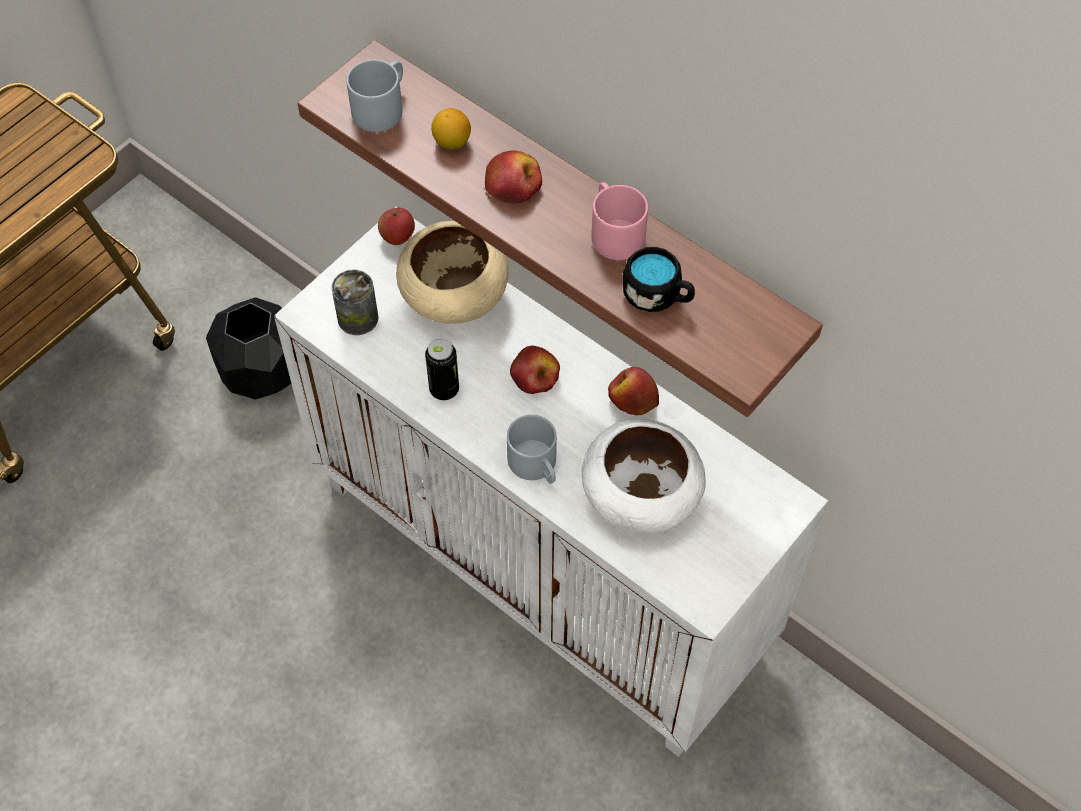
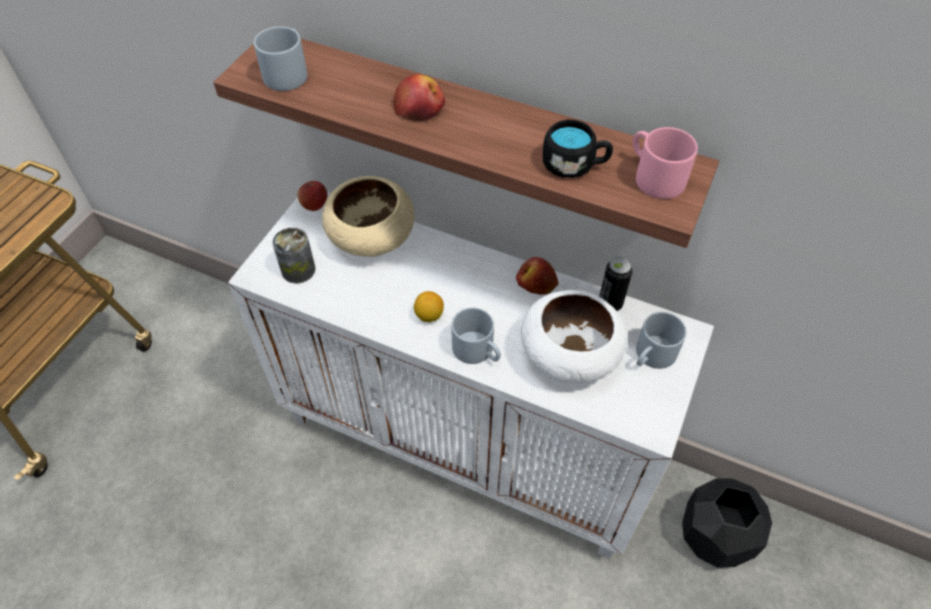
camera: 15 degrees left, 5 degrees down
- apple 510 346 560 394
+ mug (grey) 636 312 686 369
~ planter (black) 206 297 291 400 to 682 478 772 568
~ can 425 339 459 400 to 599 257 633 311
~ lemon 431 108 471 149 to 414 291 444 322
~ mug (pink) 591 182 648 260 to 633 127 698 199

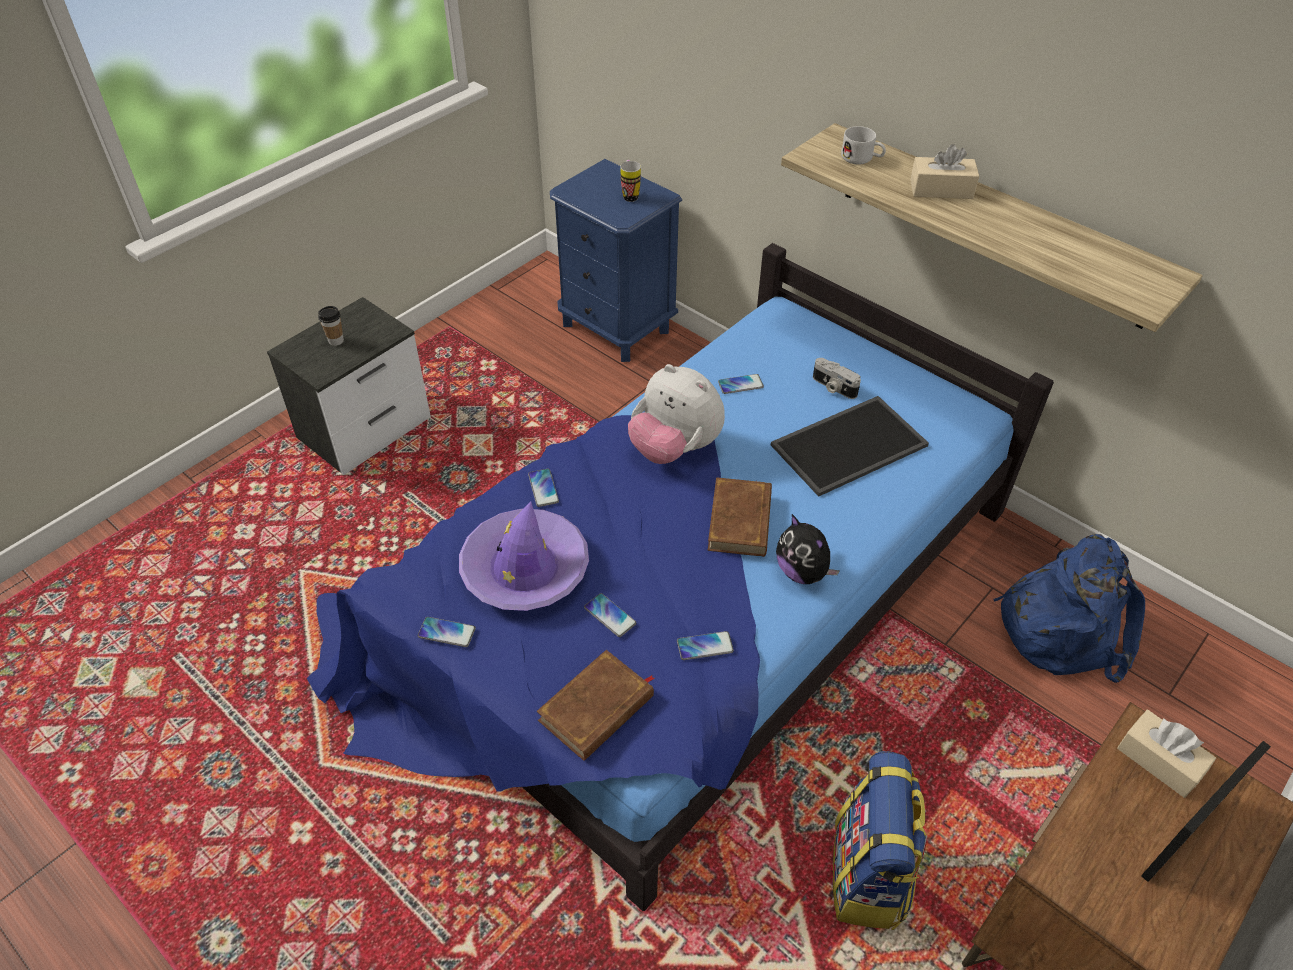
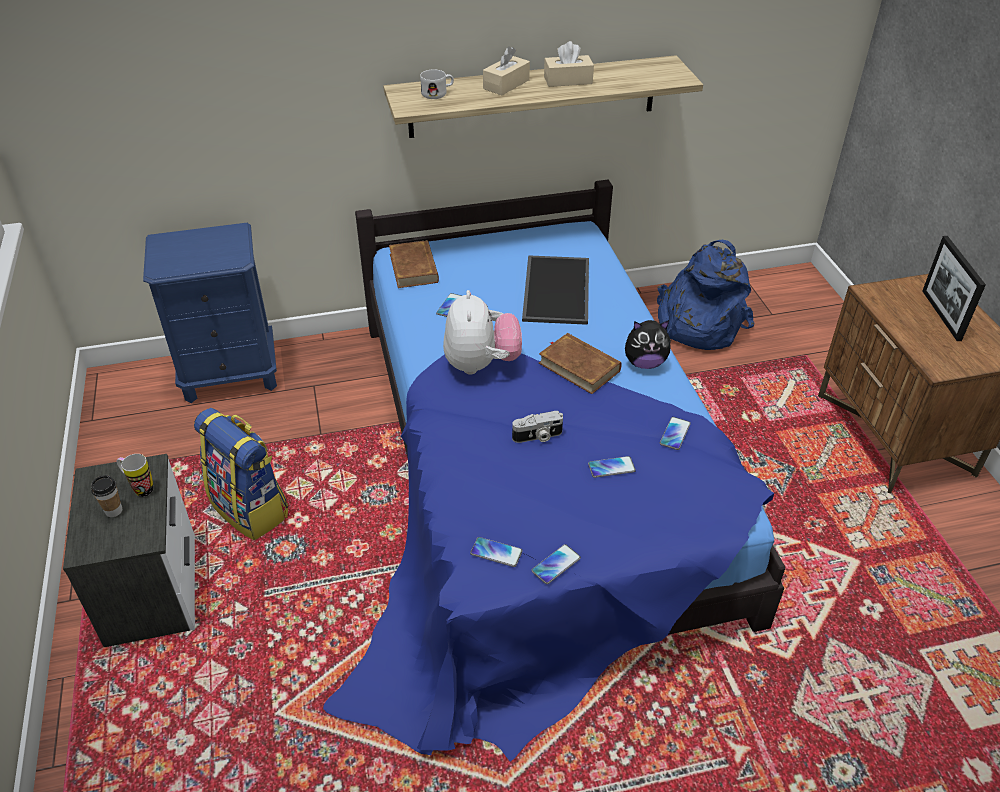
camera: 55 degrees left, 5 degrees down
- hat (purple) 459 502 589 611
~ phone 528 469 559 507 to 470 537 523 567
~ book (brown) 537 650 655 761 to 389 240 439 288
~ mug 620 160 641 202 to 117 454 153 497
~ photo camera 813 358 861 399 to 512 411 563 443
~ backpack 833 751 927 930 to 194 408 288 540
~ tissue box (beige) 1117 710 1216 798 to 544 41 594 87
~ plush toy 628 364 725 464 = 443 290 522 375 75 degrees counterclockwise

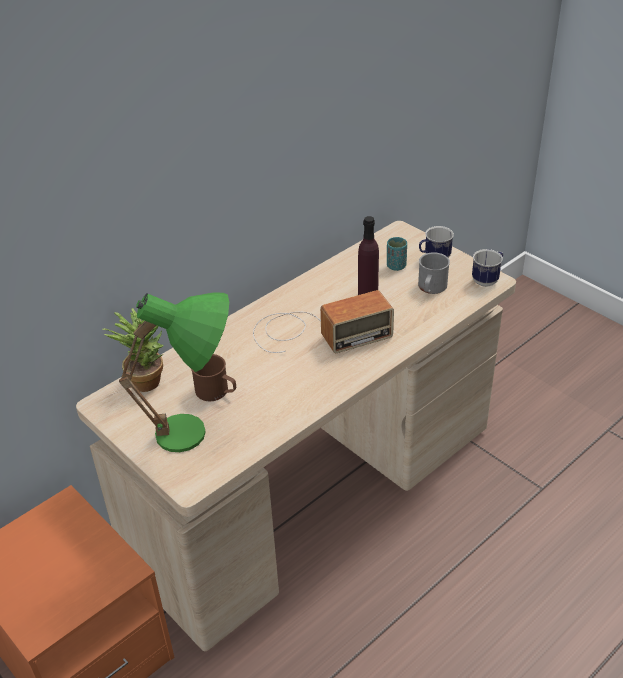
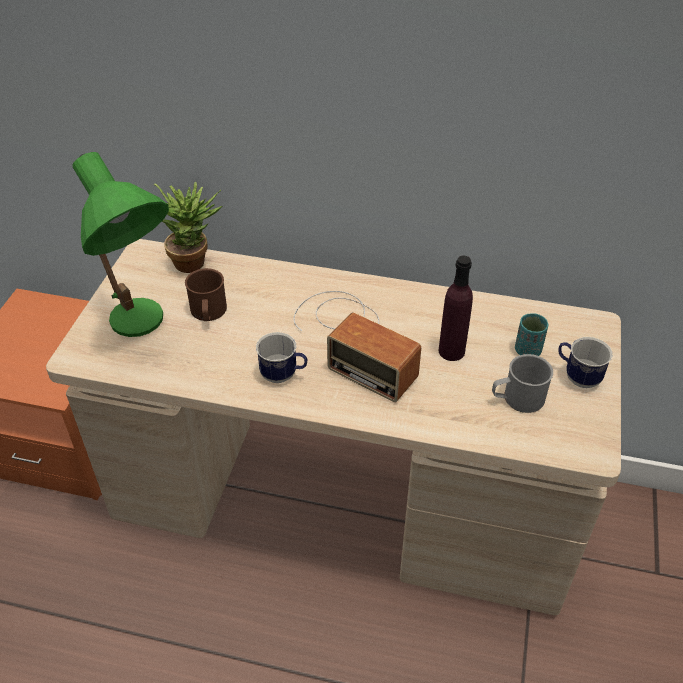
camera: 55 degrees right, 5 degrees up
~ mug 472 249 503 287 to 256 332 307 383

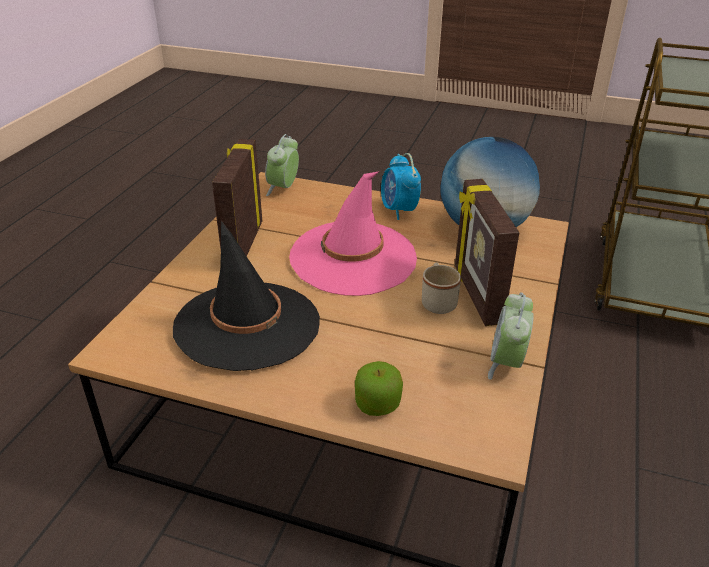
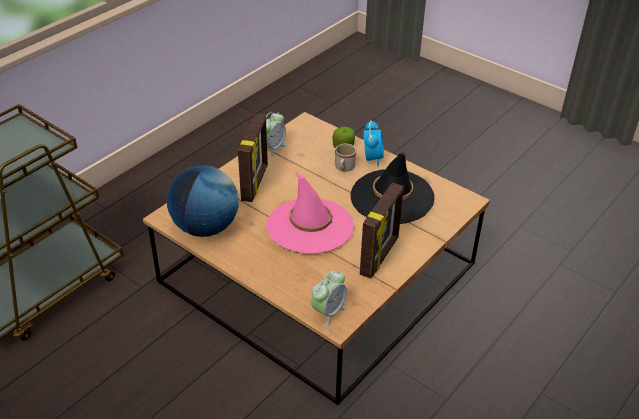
camera: 160 degrees left, 5 degrees up
~ alarm clock 381 153 421 220 to 364 120 384 167
~ mug (beige) 422 263 461 314 to 335 143 356 172

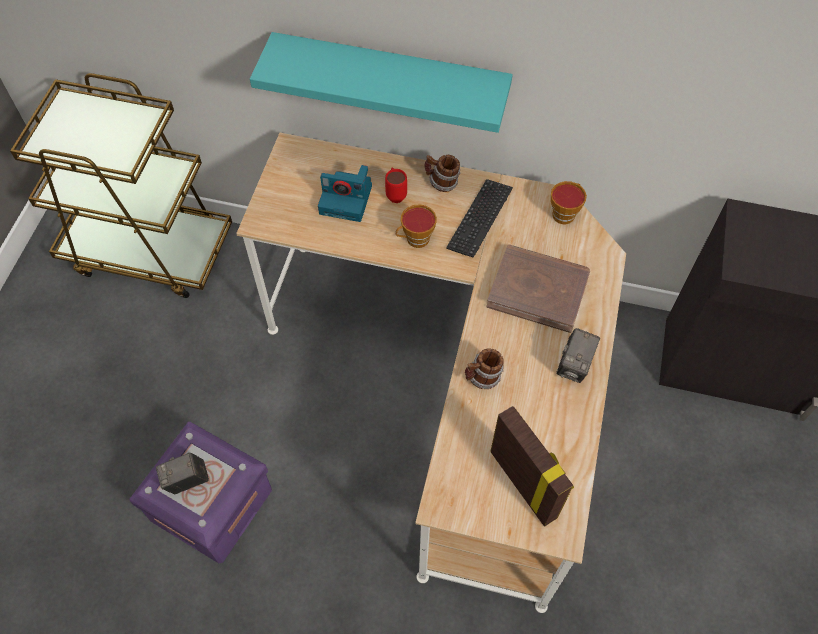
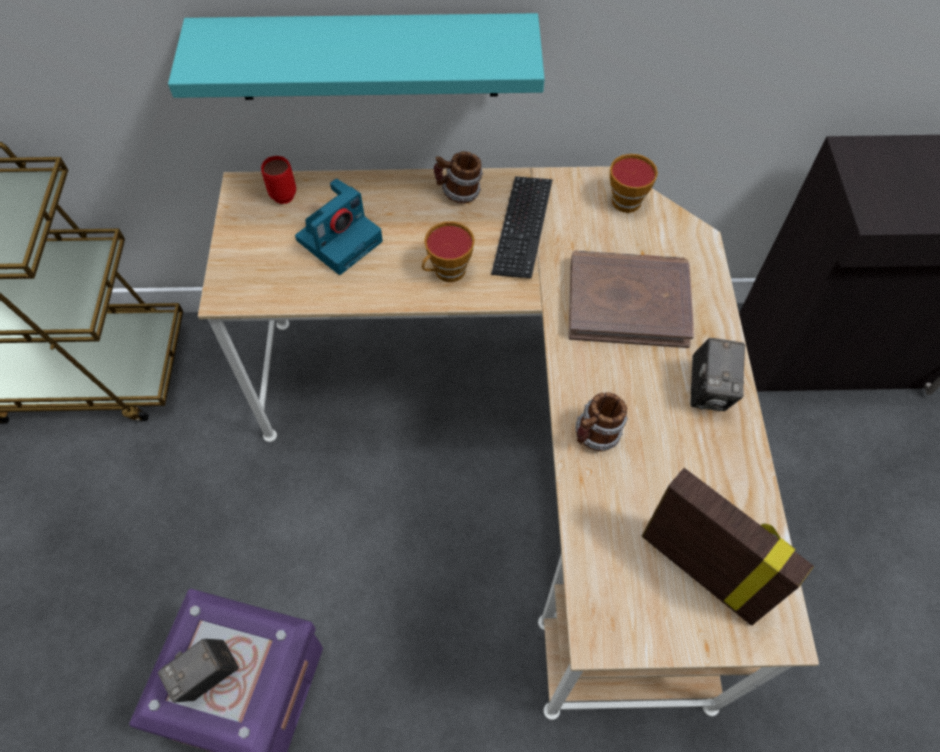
camera: 15 degrees left, 0 degrees up
~ mug (red) 385 168 407 203 to 261 156 296 204
~ photo camera 318 165 372 222 = 295 178 383 275 45 degrees counterclockwise

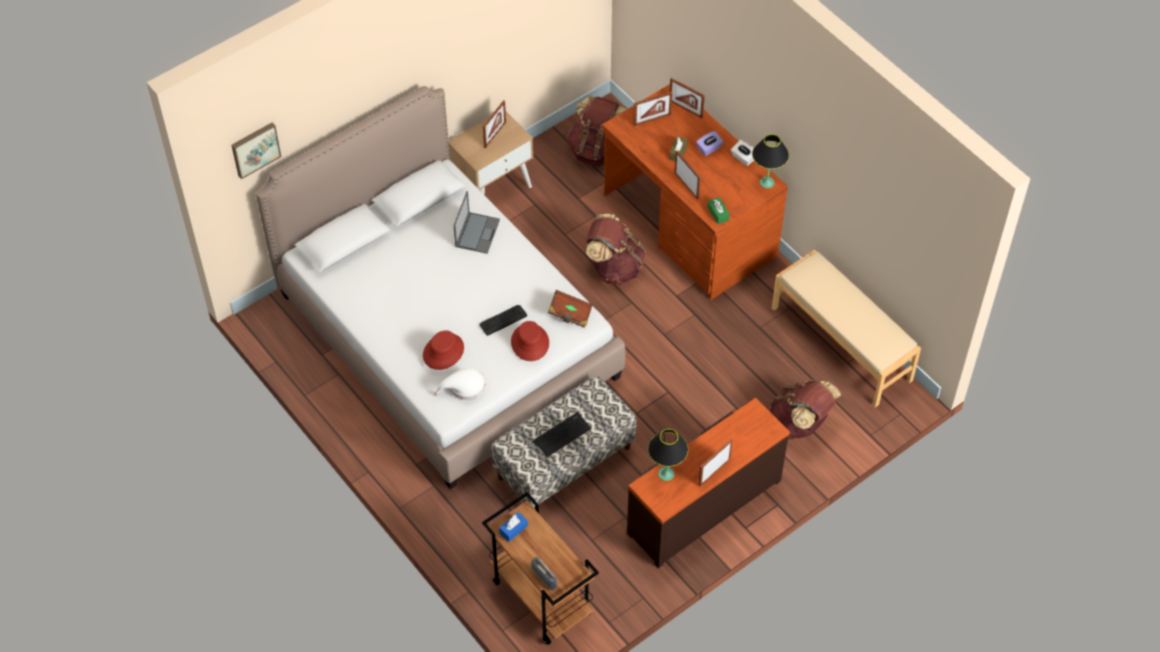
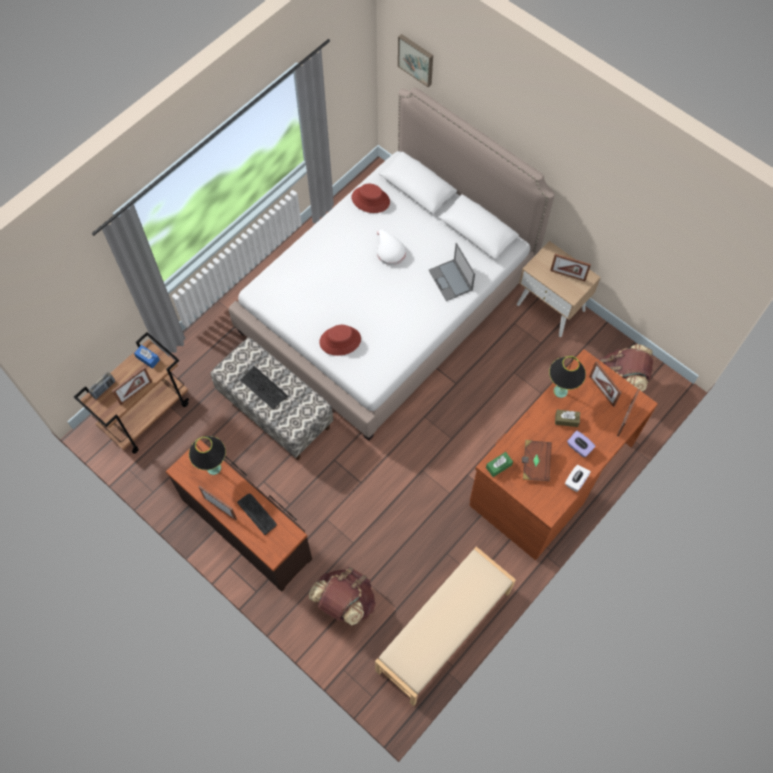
camera: 80 degrees right, 10 degrees up
- backpack (brown) 586 214 646 285
~ hat (red) 423 330 464 370 to 352 184 390 213
~ hat (white) 435 368 485 400 to 377 230 406 265
~ keyboard 480 305 527 336 to 237 493 277 535
~ book (brown) 548 290 593 328 to 522 440 552 481
~ picture frame 675 150 701 200 to 112 367 152 405
~ table lamp (black) 752 134 789 188 to 549 356 586 398
~ laptop 454 191 500 254 = 429 243 475 301 60 degrees clockwise

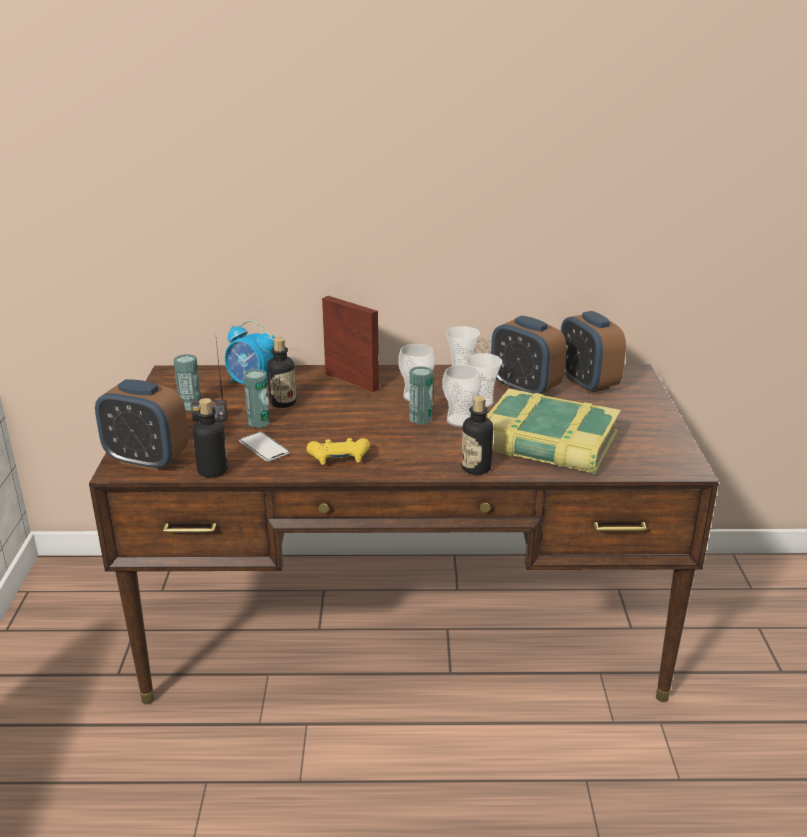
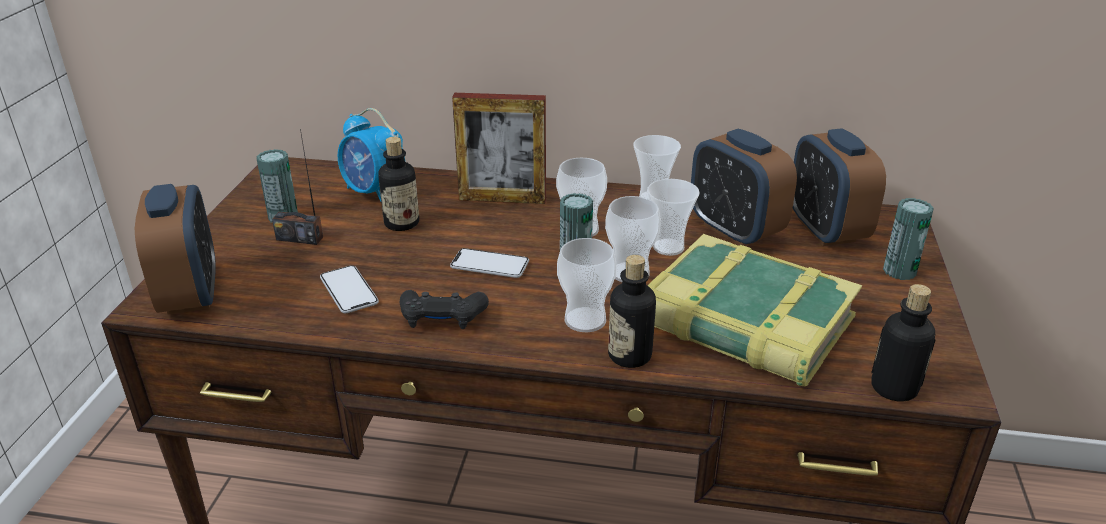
camera: 10 degrees right, 5 degrees up
+ phone 450 248 529 278
+ cup 557 238 617 332
~ bottle 193 398 228 478 to 871 284 936 402
~ can 244 369 270 428 to 883 198 934 280
~ game controller (yellow) 307 438 370 465 to game controller (black) 400 290 489 329
~ alarm clock 95 379 189 471 = 135 184 216 315 135 degrees counterclockwise
~ picture frame 322 296 379 392 = 452 93 546 204 135 degrees clockwise

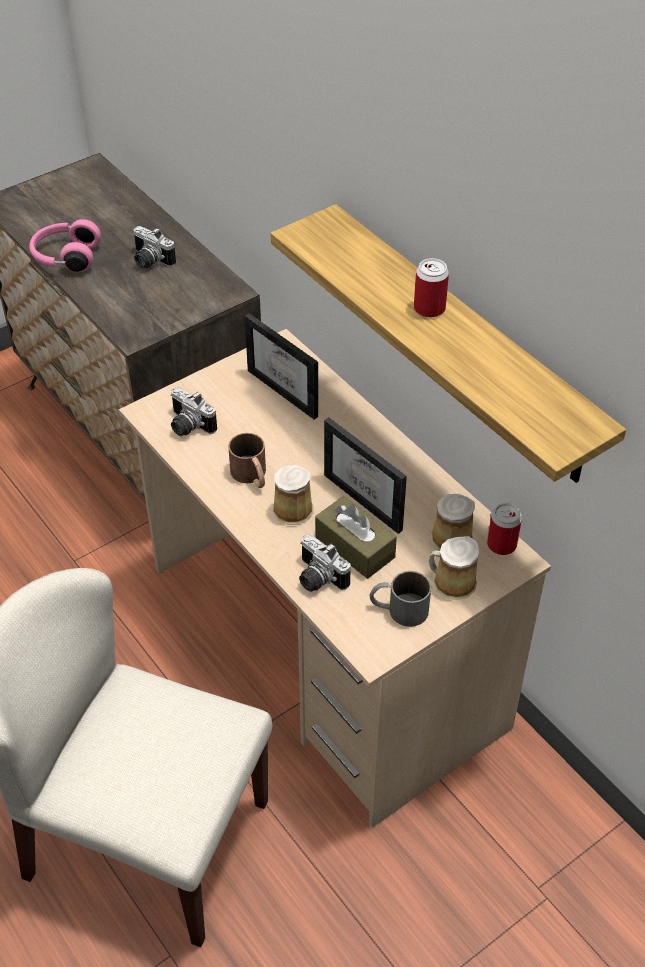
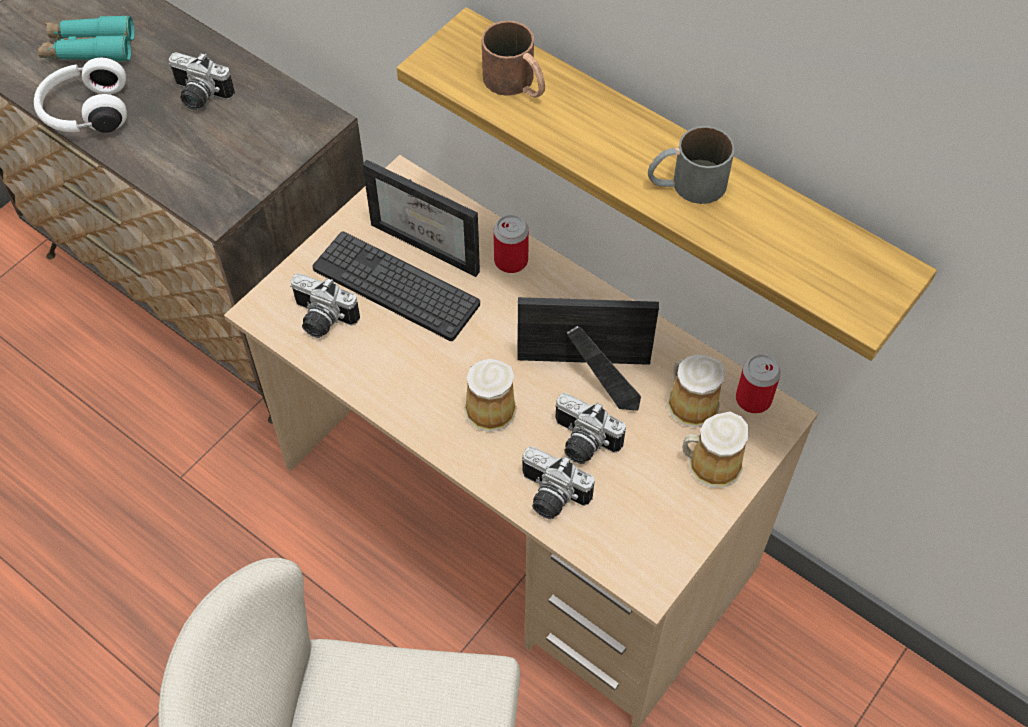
camera: 15 degrees left, 10 degrees up
+ binoculars (turquoise) 38 15 134 62
+ keyboard 312 231 480 341
~ mug (brown) 228 433 266 488 to 482 21 545 98
~ mug (grey) 370 571 431 627 to 648 126 735 204
~ can 414 258 449 317 to 493 214 529 273
~ tissue box (brown) 315 496 397 579 to photo camera 555 393 626 464
~ headphones (pink) 29 219 101 272 to headphones (white) 34 57 127 133
~ picture frame 324 417 407 534 = 517 297 659 411 150 degrees clockwise

